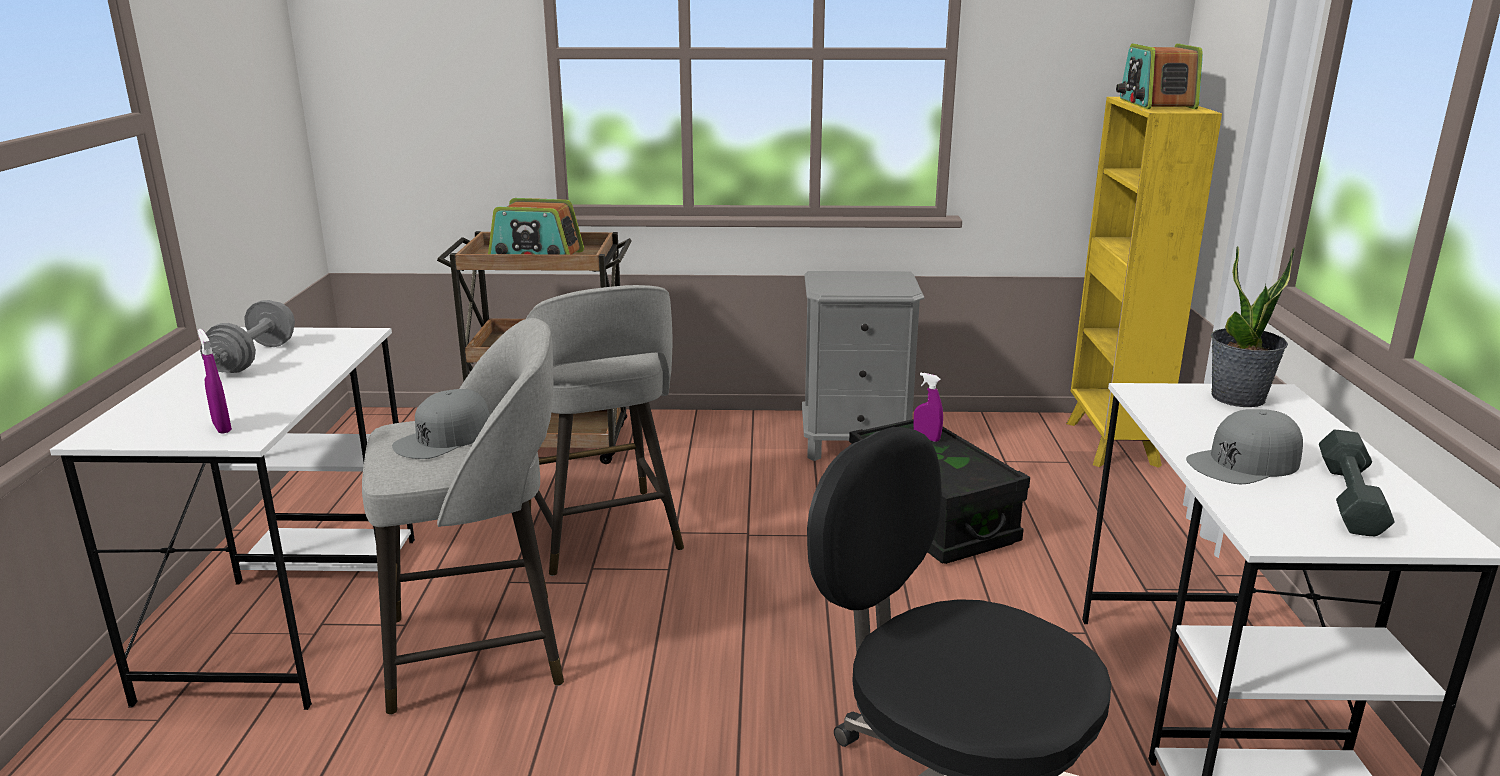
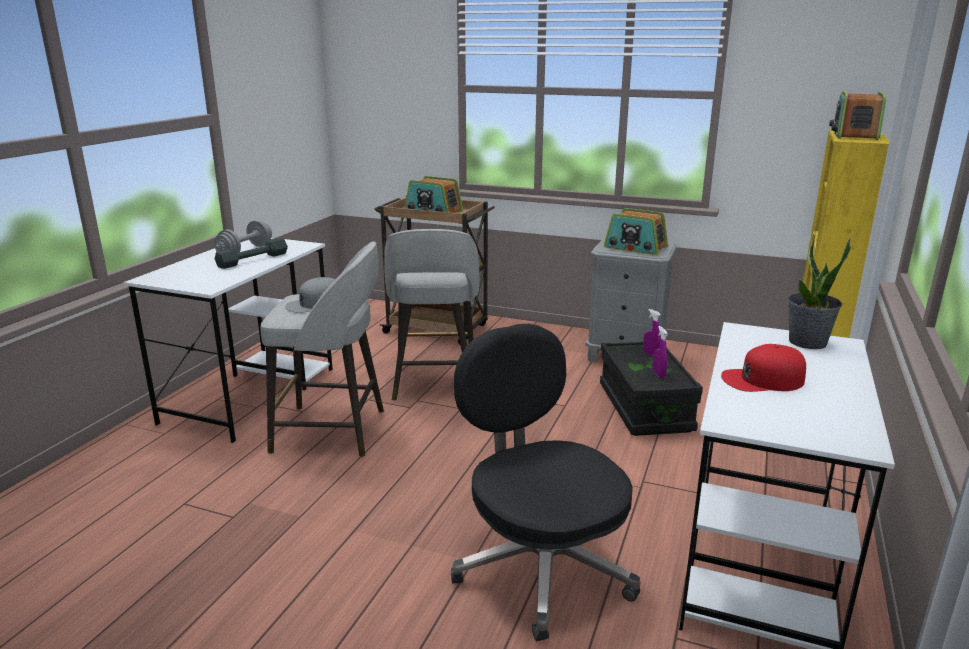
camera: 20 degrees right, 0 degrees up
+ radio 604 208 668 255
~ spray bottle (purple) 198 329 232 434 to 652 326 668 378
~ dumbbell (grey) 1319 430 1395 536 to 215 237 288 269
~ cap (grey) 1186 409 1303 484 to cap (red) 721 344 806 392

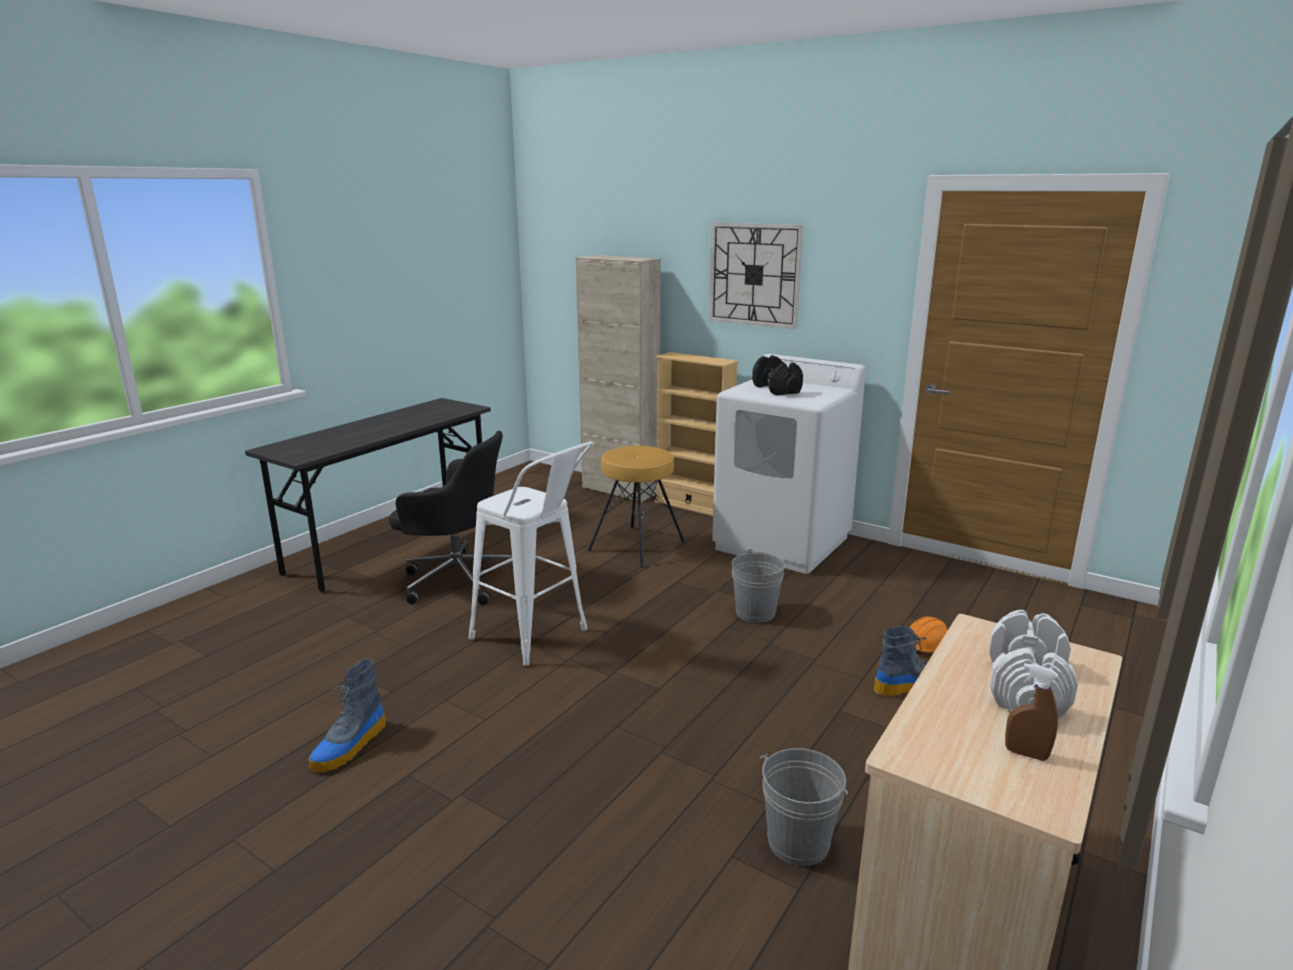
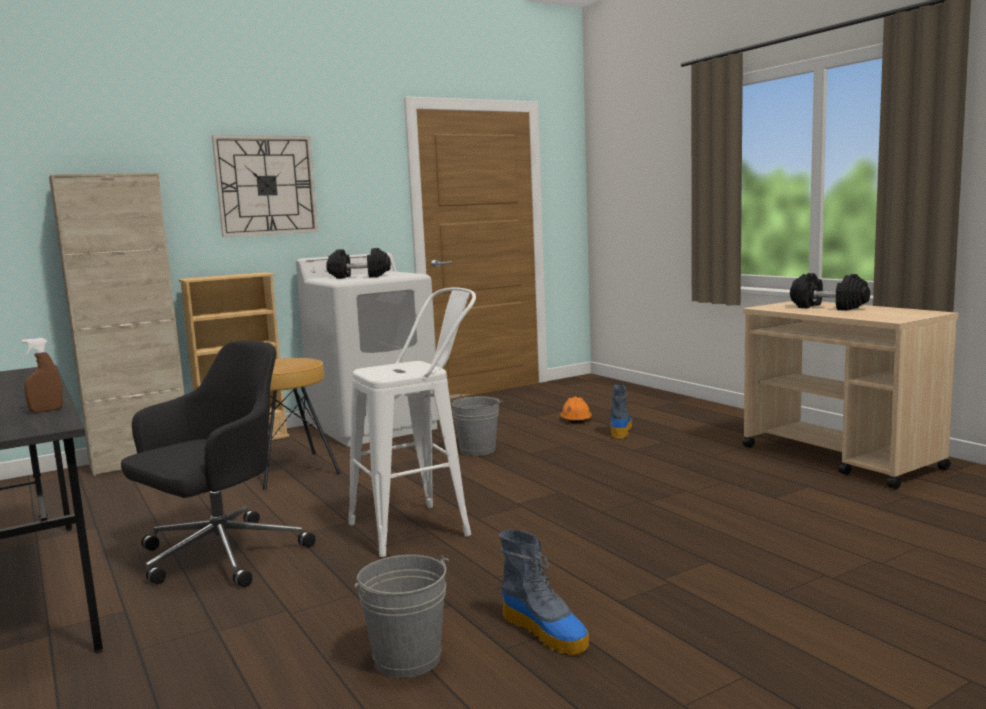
camera: 65 degrees left, 10 degrees down
~ bucket (grey) 760 748 848 866 to 355 555 449 678
~ spray bottle (brown) 1005 663 1058 761 to 22 338 63 413
~ dumbbell (white) 989 610 1078 718 to dumbbell (black) 790 273 870 311

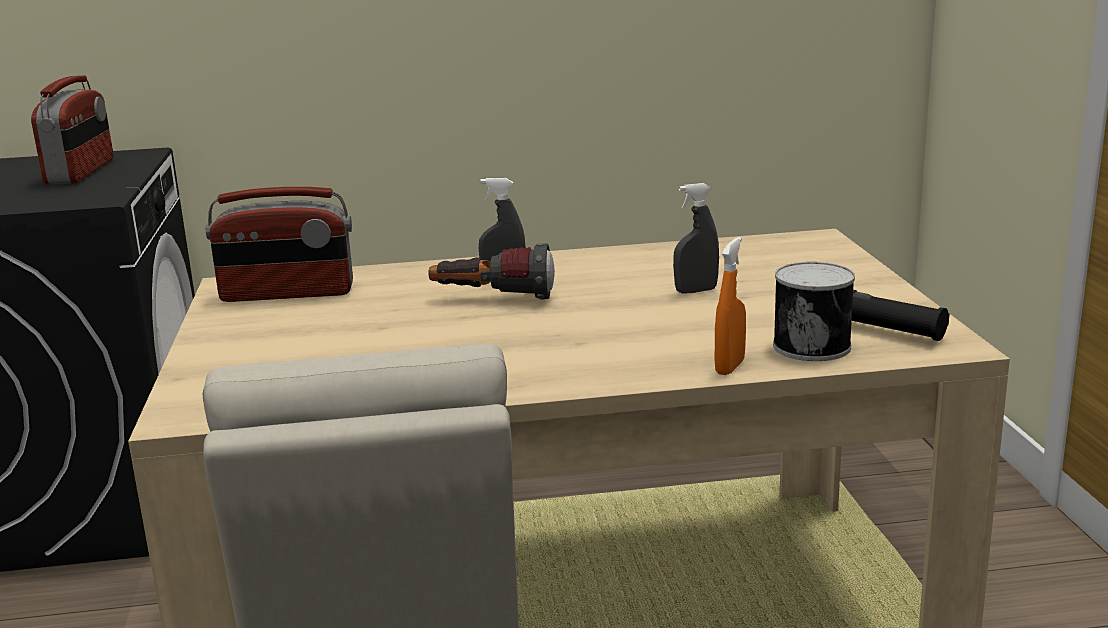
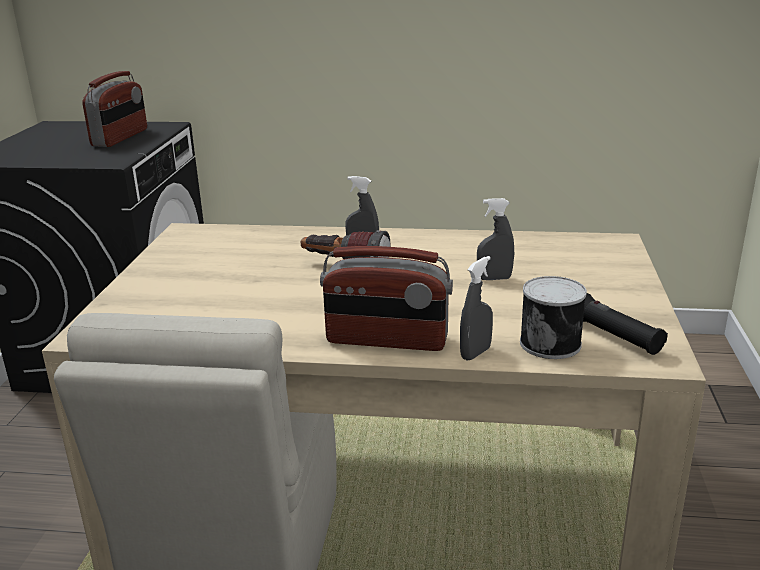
camera: 15 degrees right, 5 degrees up
~ radio 206 187 353 302 to 320 246 453 351
~ spray bottle (orange) 715 237 746 375 to spray bottle (grey) 460 256 493 360

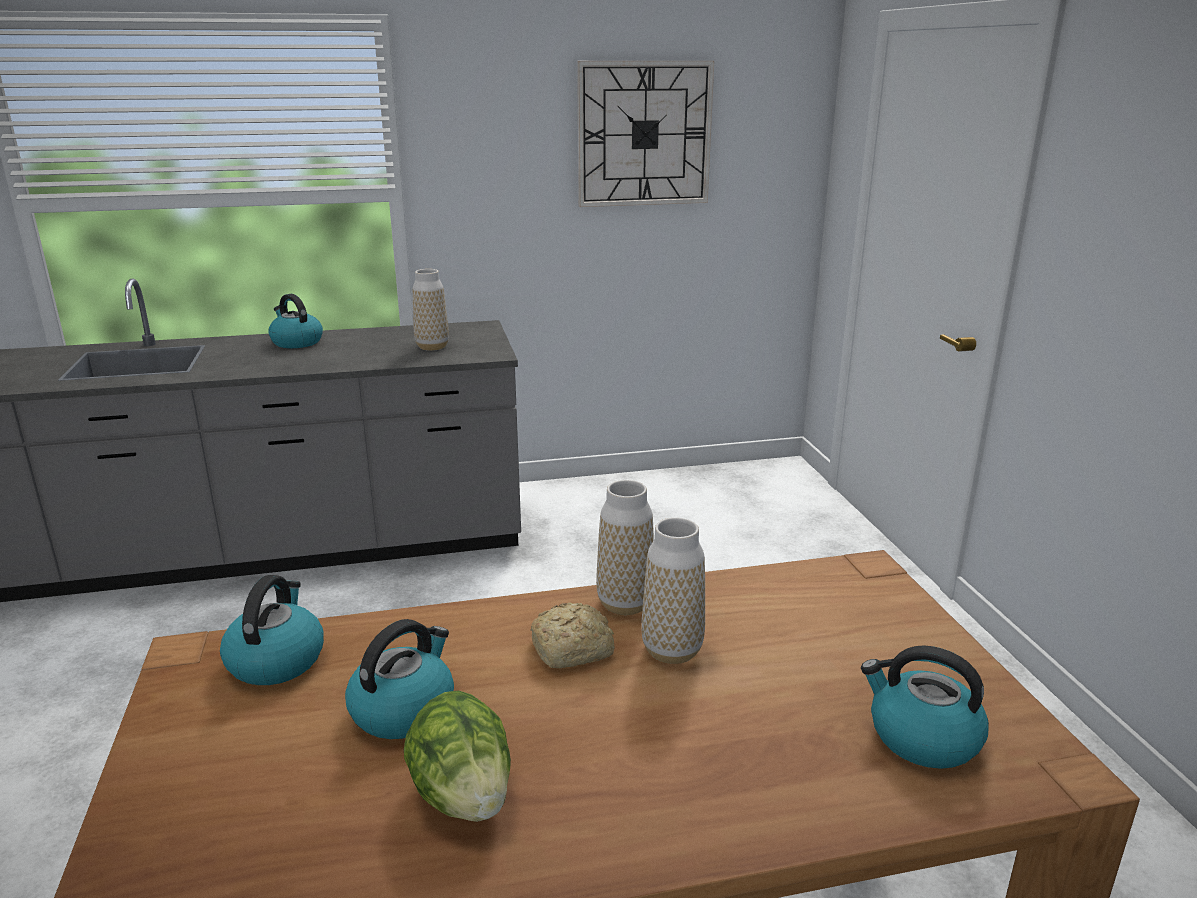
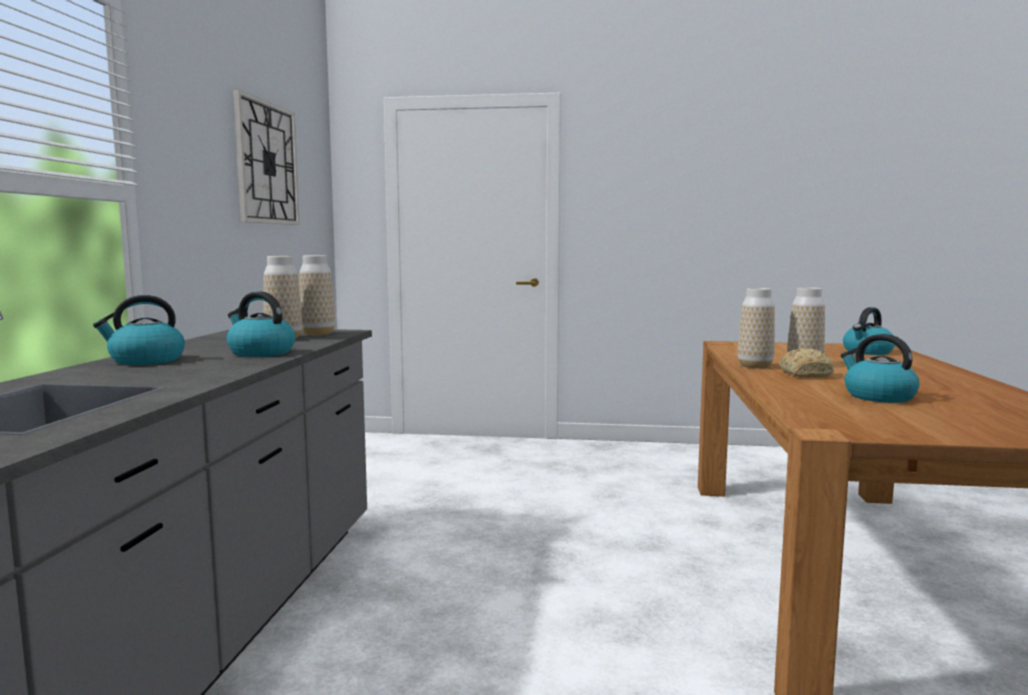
camera: 70 degrees left, 15 degrees down
- lettuce 404 691 511 822
+ vase 299 255 335 335
~ kettle 220 575 324 685 to 227 291 295 357

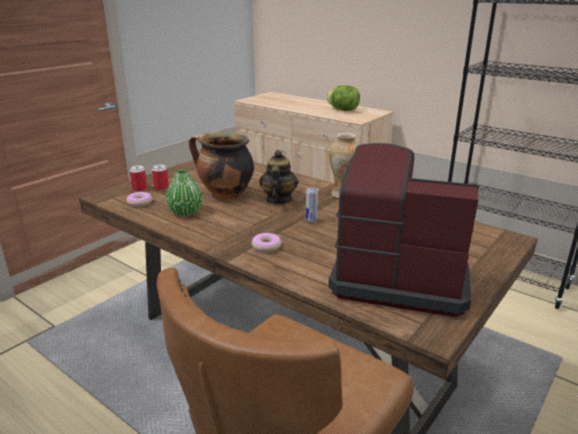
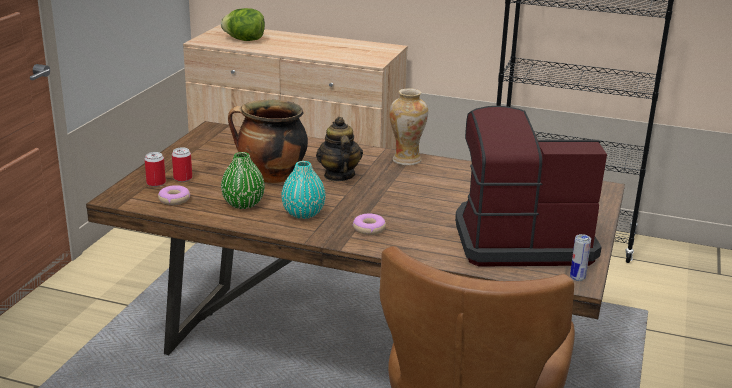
camera: 20 degrees left, 0 degrees up
+ vase (turquoise) 281 161 326 219
~ can 306 188 318 223 to 570 234 591 281
~ lettuce 326 85 360 111 to 221 8 265 41

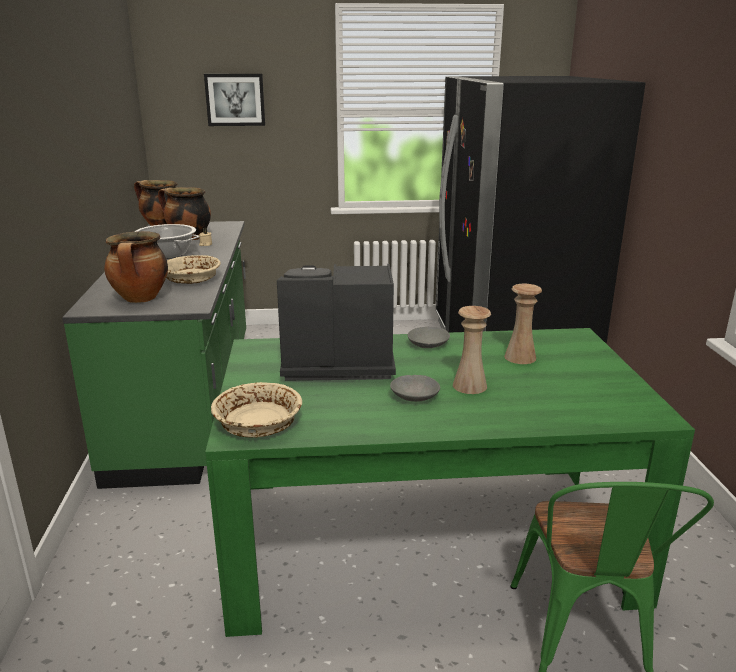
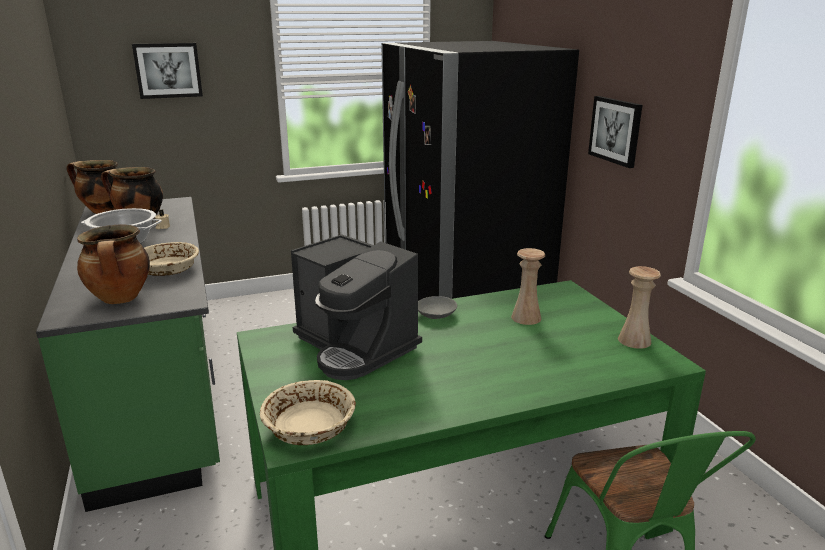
camera: 15 degrees left, 0 degrees up
- bowl (grey) 390 375 440 402
+ picture 588 96 642 168
~ vase (beige) 453 306 491 394 to 618 266 661 349
~ coffee machine 277 264 396 381 = 291 234 422 380 120 degrees counterclockwise

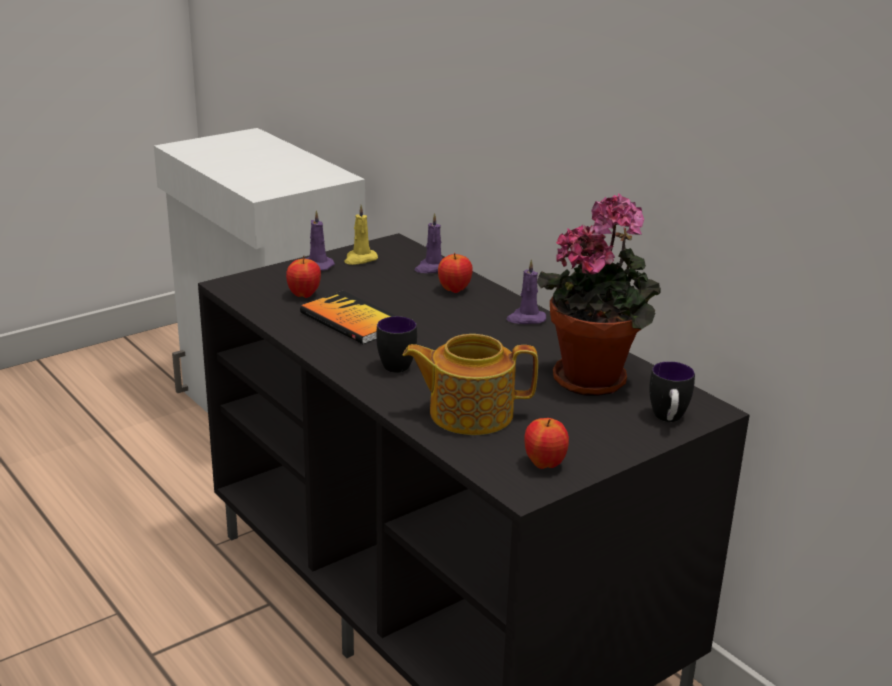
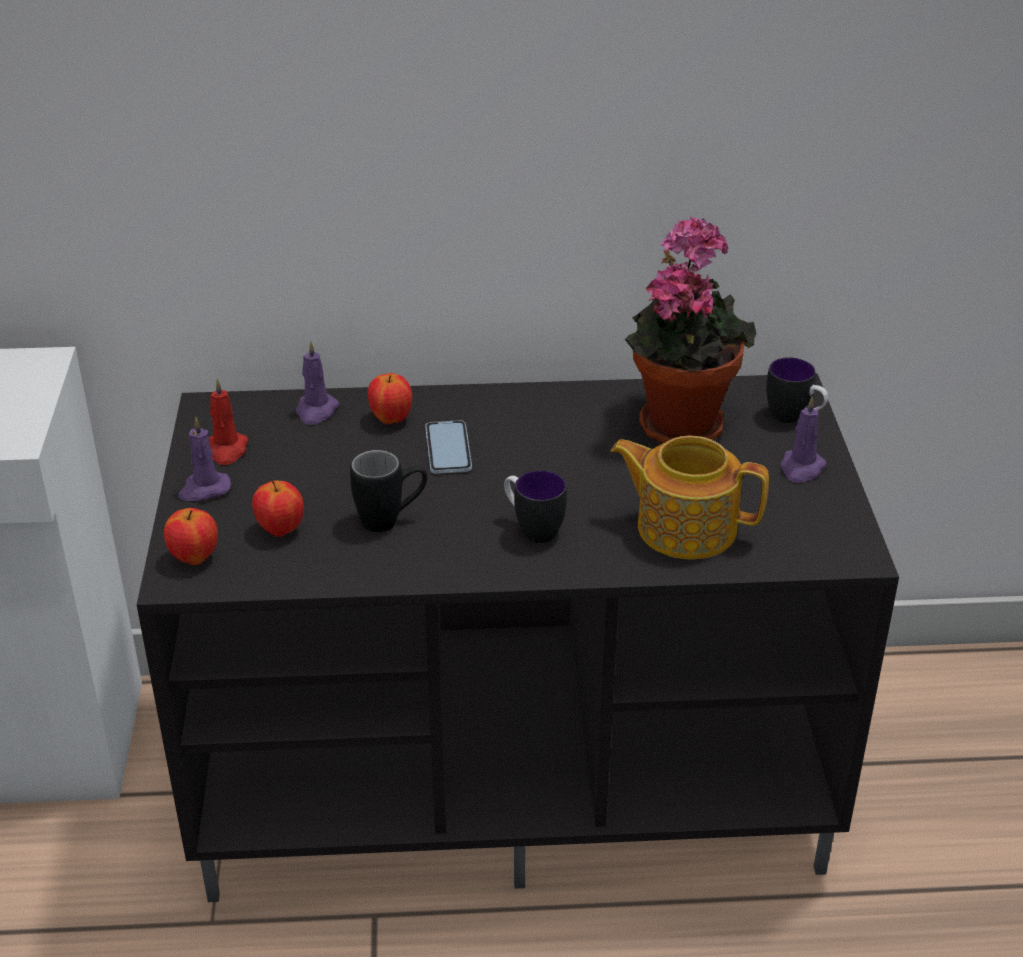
camera: 55 degrees left, 10 degrees up
+ phone 425 420 472 474
~ candle (purple) 506 259 546 324 to 780 396 827 483
~ apple 525 418 569 469 to 164 508 218 565
~ book 300 291 396 344 to mug (black) 350 450 427 532
~ candle (yellow) 344 205 378 265 to candle (red) 209 378 248 465
~ teapot 403 334 538 435 = 611 435 769 559 75 degrees clockwise

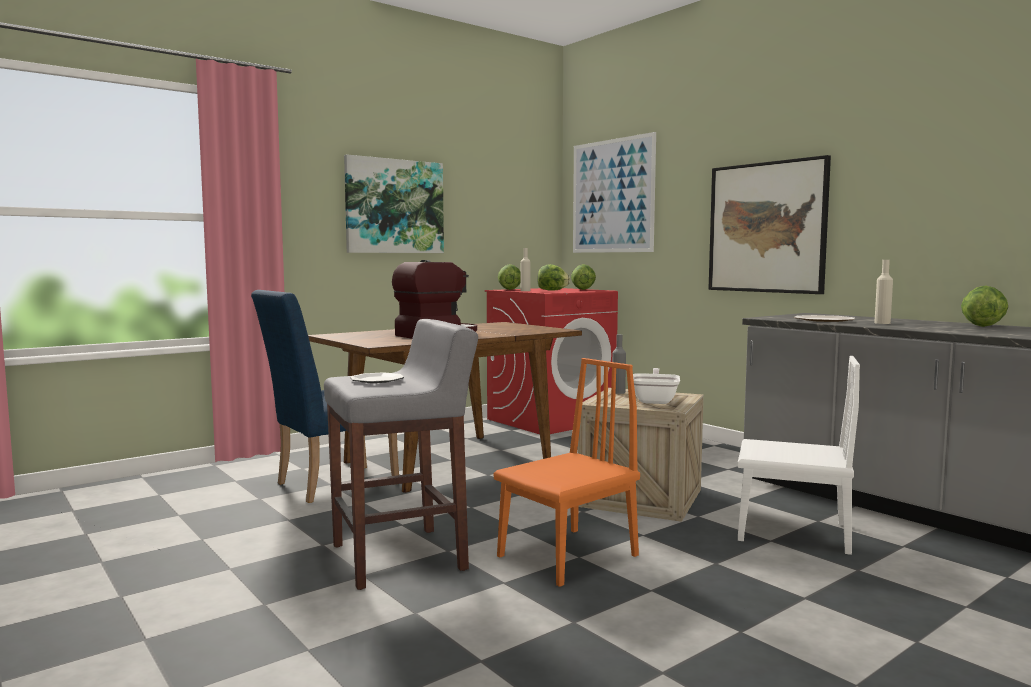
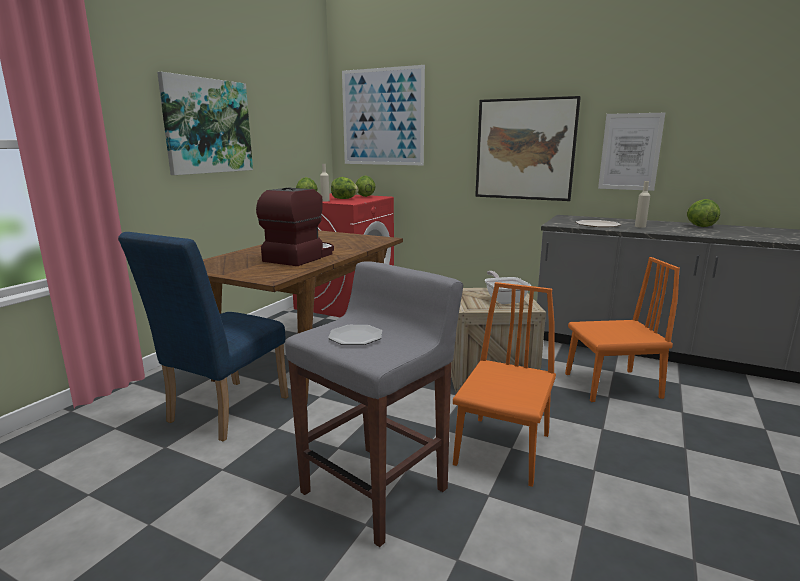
camera: 25 degrees left, 10 degrees up
- bottle (grey) 612 334 626 394
+ picture 598 113 665 191
~ chair (white) 738 356 860 555 to chair (orange) 565 257 680 402

